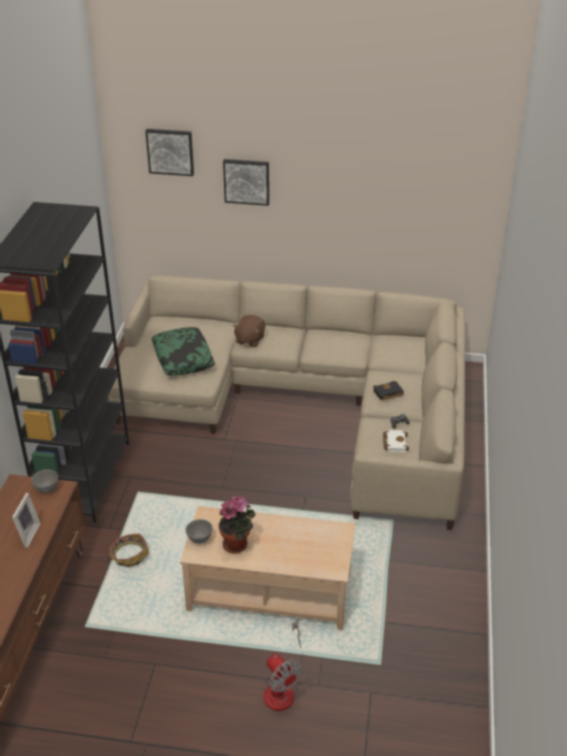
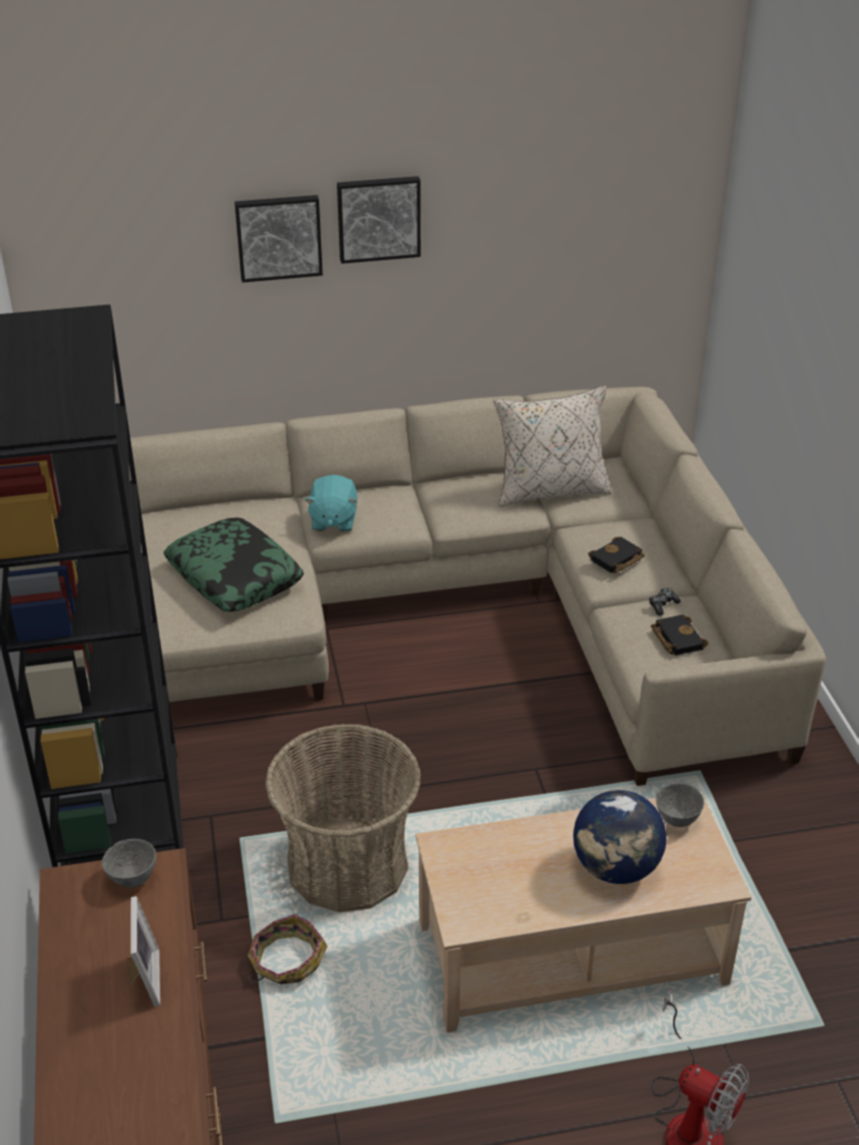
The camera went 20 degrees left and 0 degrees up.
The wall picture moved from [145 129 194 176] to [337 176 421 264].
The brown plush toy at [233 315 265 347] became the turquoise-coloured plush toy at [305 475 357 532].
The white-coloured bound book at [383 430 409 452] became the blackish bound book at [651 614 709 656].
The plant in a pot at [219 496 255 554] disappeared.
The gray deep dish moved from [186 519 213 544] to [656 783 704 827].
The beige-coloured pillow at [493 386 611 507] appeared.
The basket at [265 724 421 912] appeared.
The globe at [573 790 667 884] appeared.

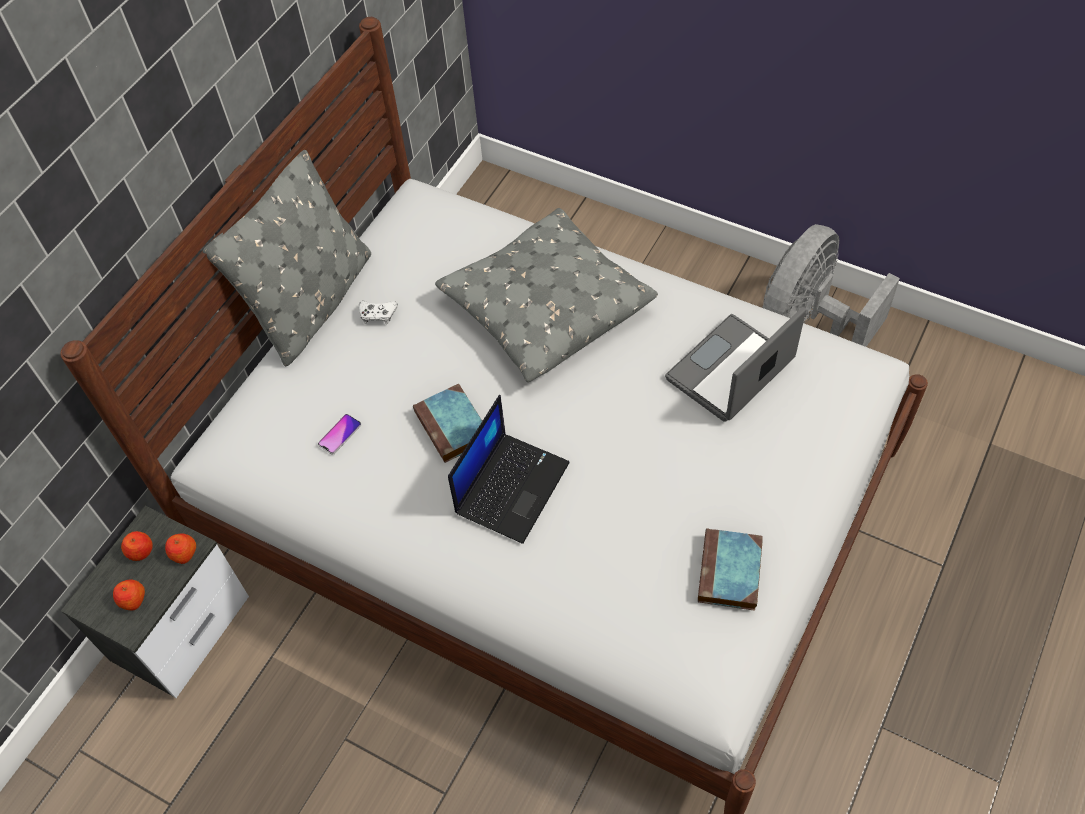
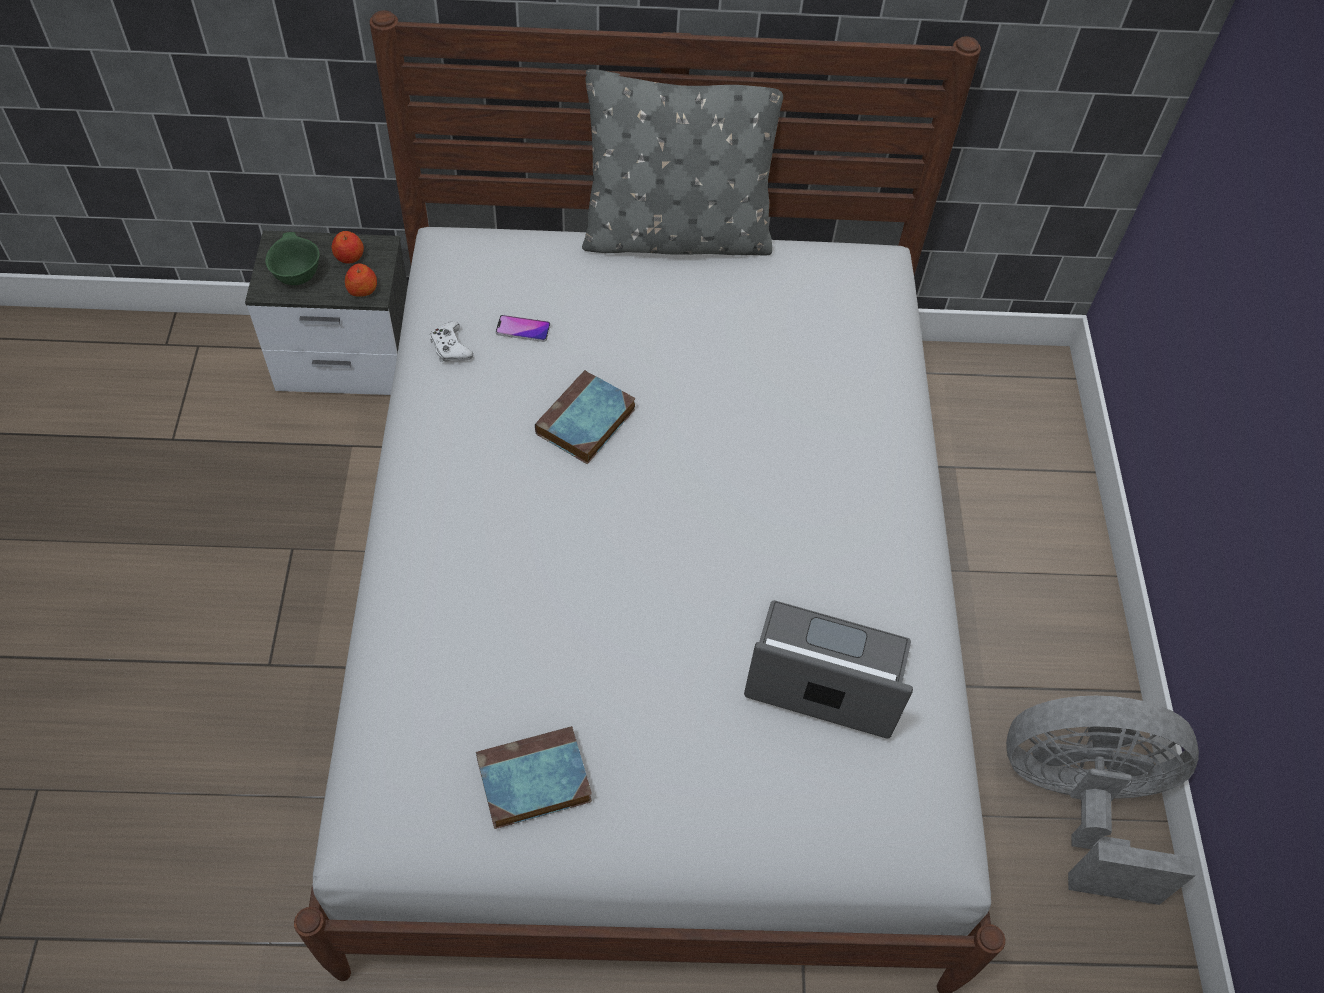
The camera went 55 degrees right and 0 degrees up.
The gray pillow at [435 208 658 382] disappeared.
The white-coloured joypad moved from [359 301 398 324] to [430 322 473 362].
The notebook computer at [448 395 570 544] disappeared.
The whole apple at [113 580 145 610] was replaced by the green-coloured deep dish at [265 232 320 285].

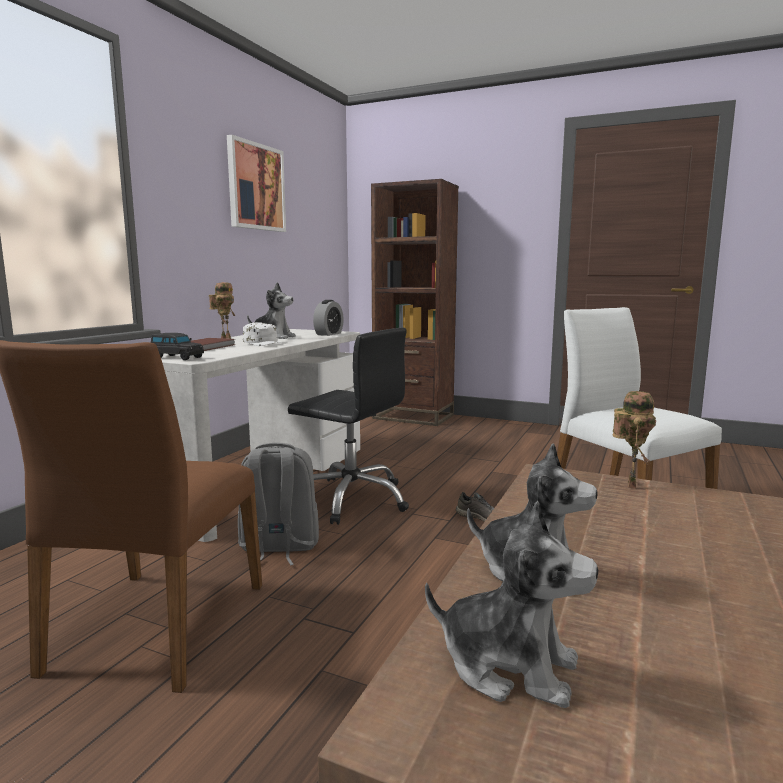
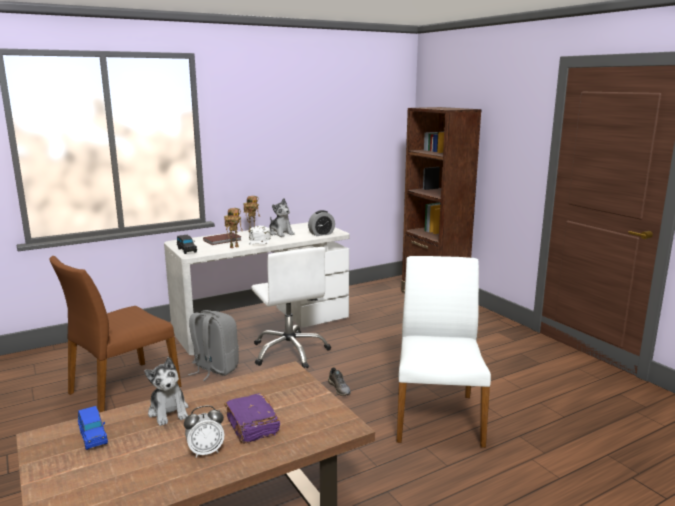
The camera went 35 degrees right and 5 degrees up.
The wall picture at [227 135 286 232] disappeared.
The blackish office chair at [288 328 409 525] became the white-coloured office chair at [251 247 331 369].
The toy robot moved from [613 391 656 489] to [224 208 243 248].
The plush toy at [425 501 598 708] was replaced by the blue-coloured model car at [78 406 108 450].
The purple-coloured bound book at [224 393 280 443] appeared.
The alarm clock at [184 405 224 458] appeared.

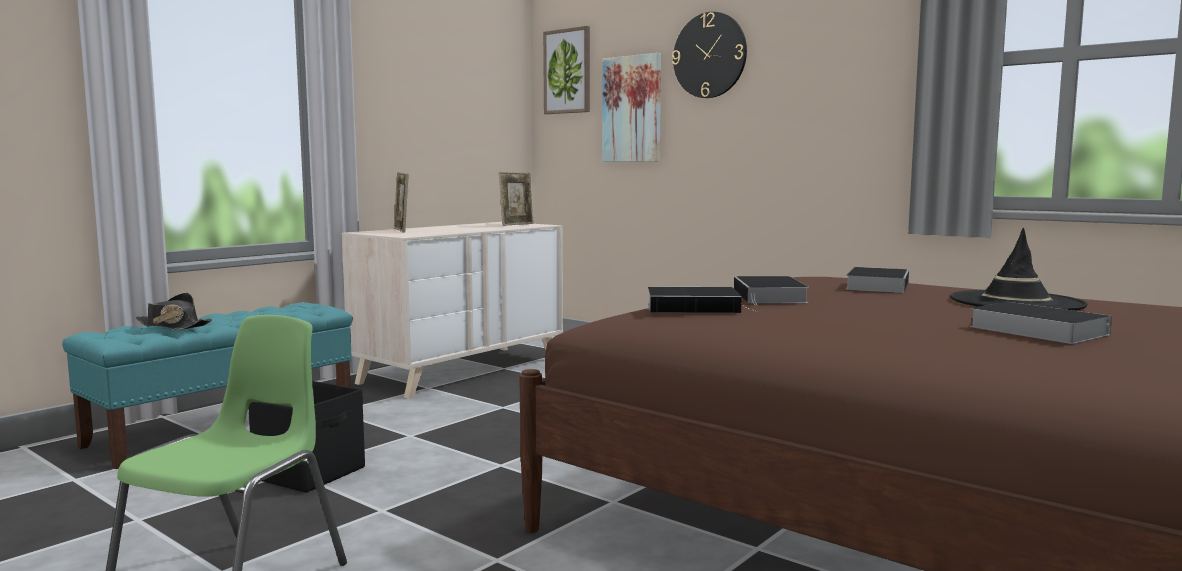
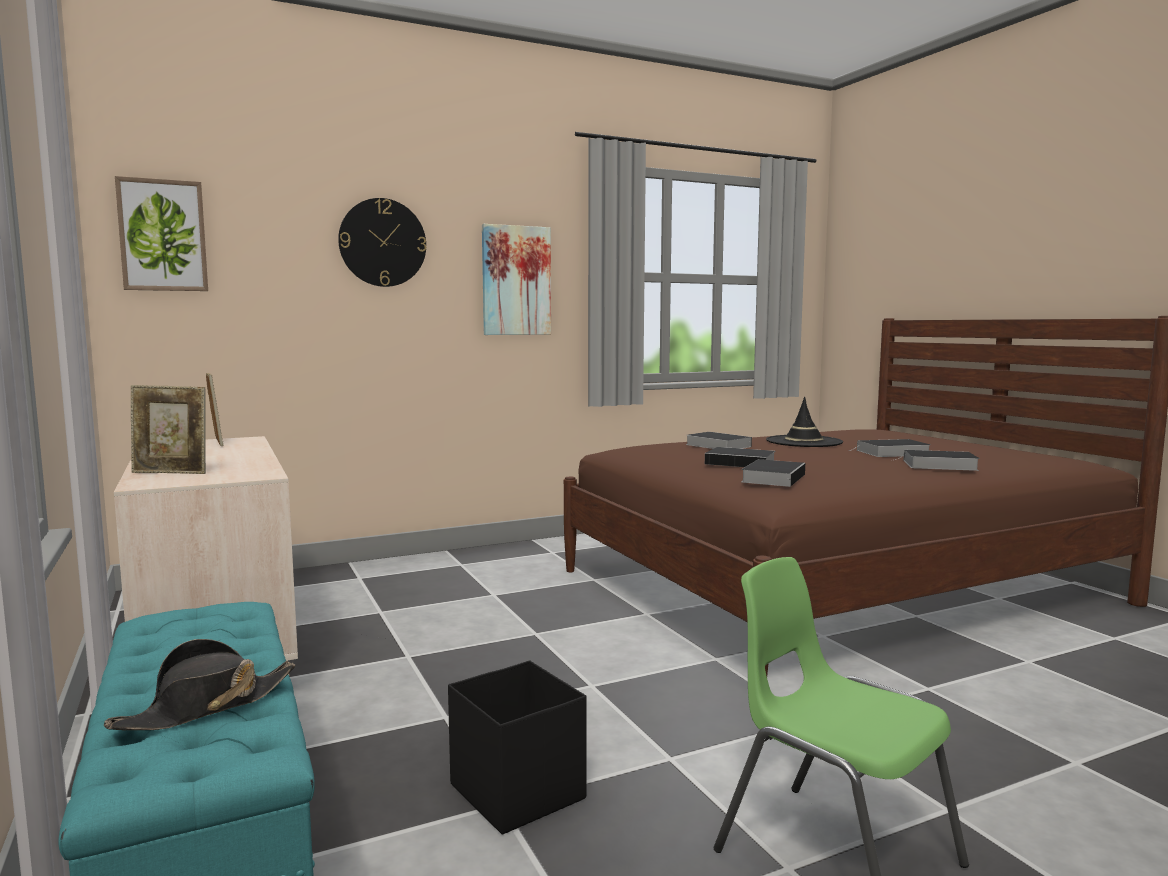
The camera went 65 degrees left and 0 degrees up.
The wall picture moved from [602 53 661 162] to [482 224 551 335].
The bound book at [895 450 980 471] appeared.

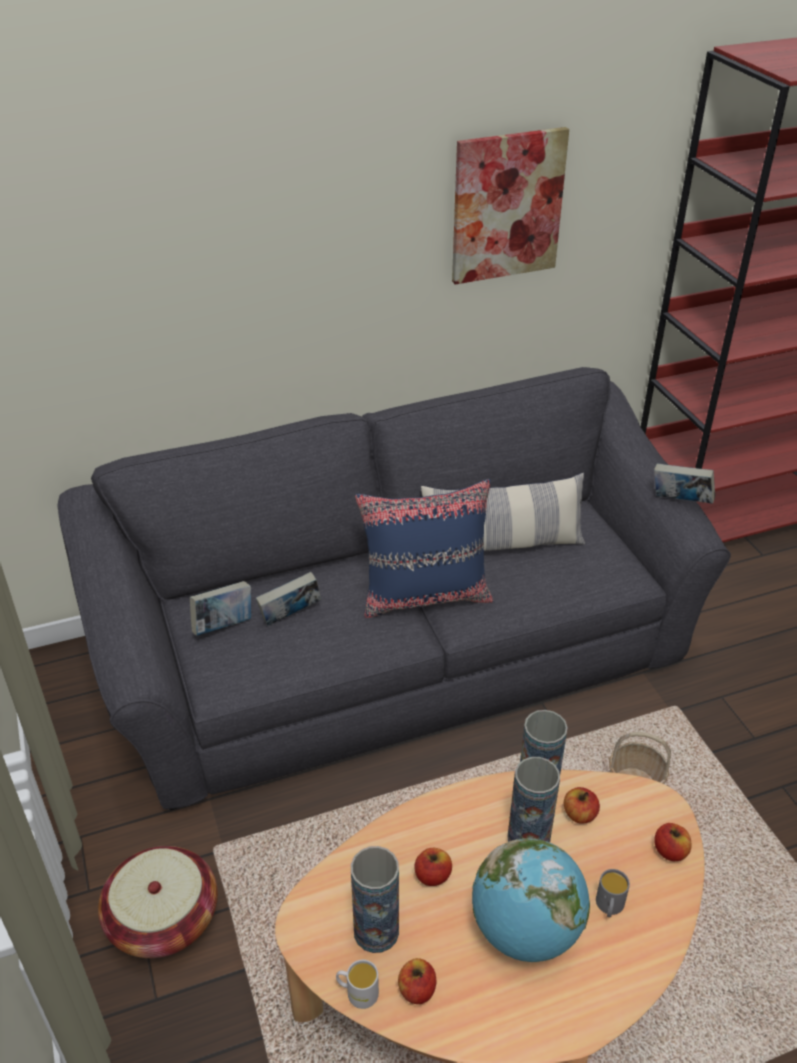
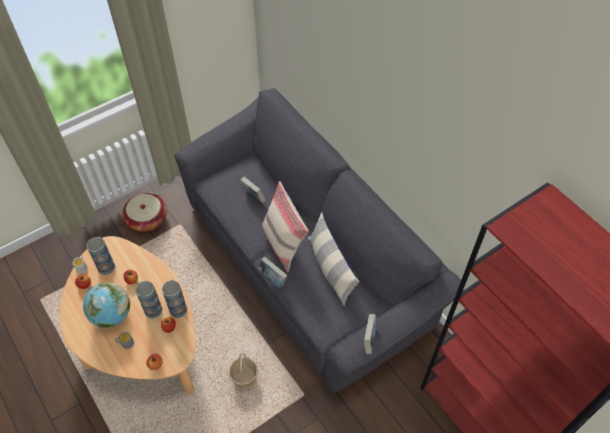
The camera went 75 degrees right and 15 degrees up.
The wall picture at [452 127 569 284] disappeared.
The blue-coloured pillow at [355 479 493 618] became the beige-coloured pillow at [262 181 309 272].
The bound book moved from [190 581 251 636] to [257 257 287 288].

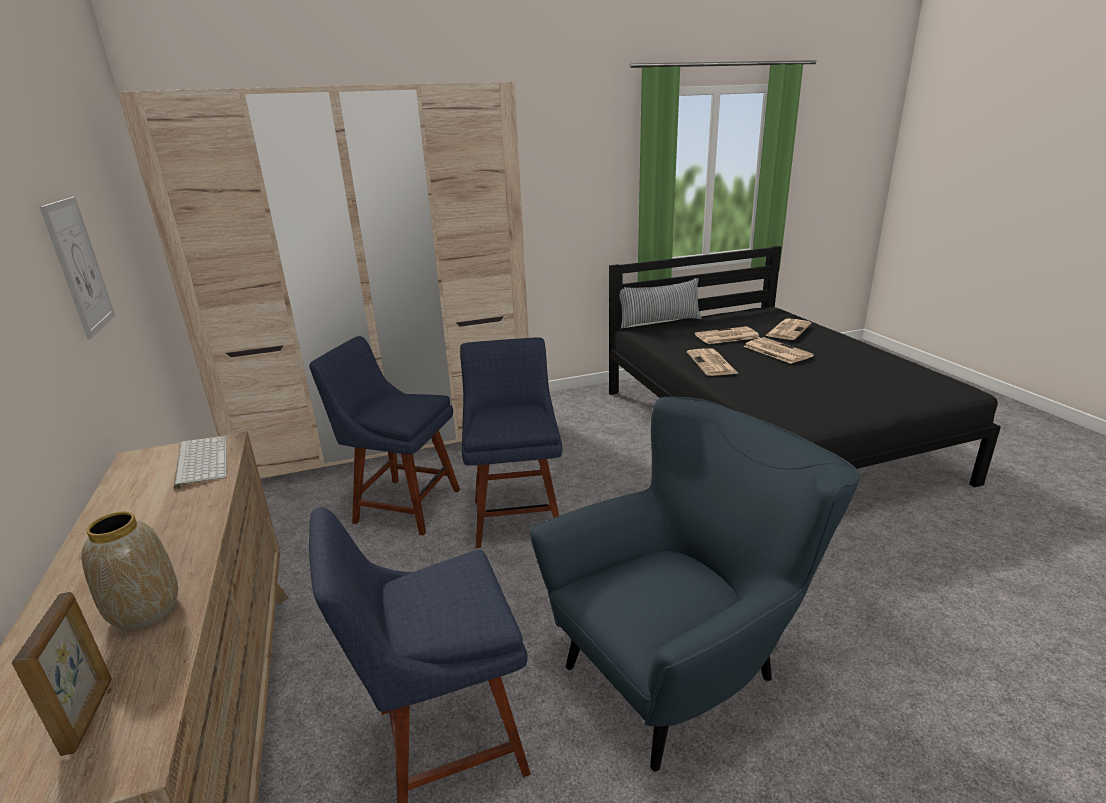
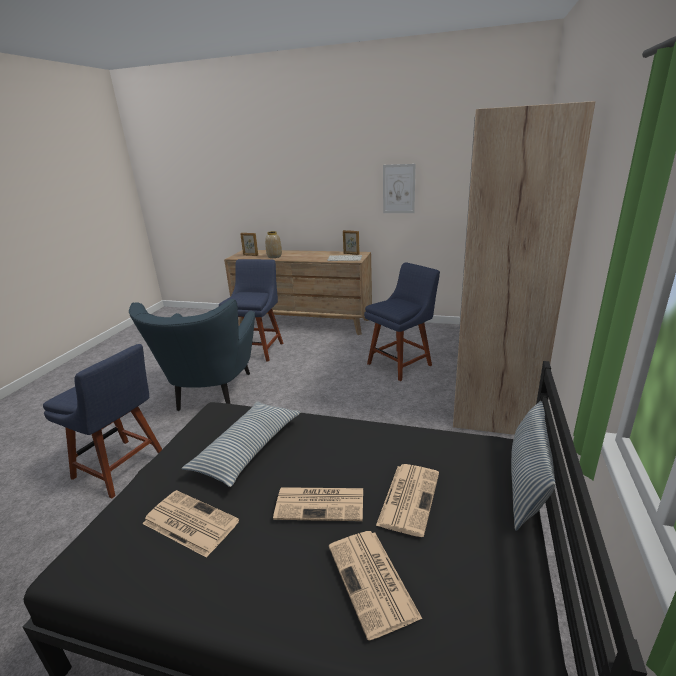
The camera went 125 degrees right and 0 degrees up.
The blue-coloured chair moved from [460 337 562 548] to [43 344 162 499].
The printed paper moved from [687 348 739 376] to [142 490 239 558].
The photo frame at [343 230 359 255] appeared.
The pillow at [181 401 301 487] appeared.

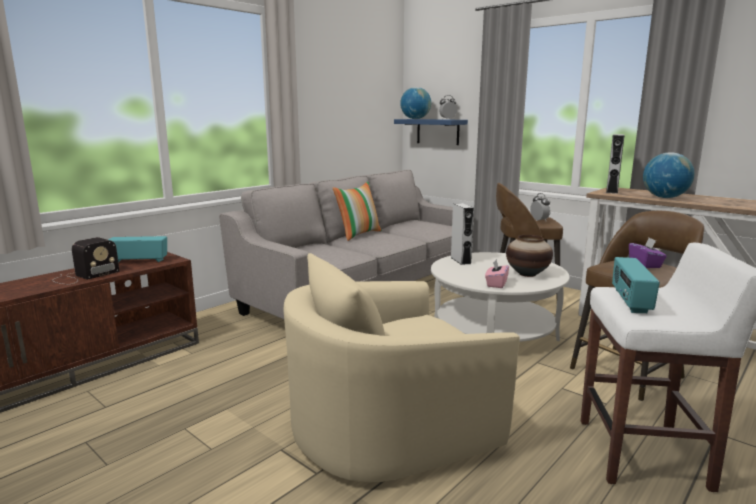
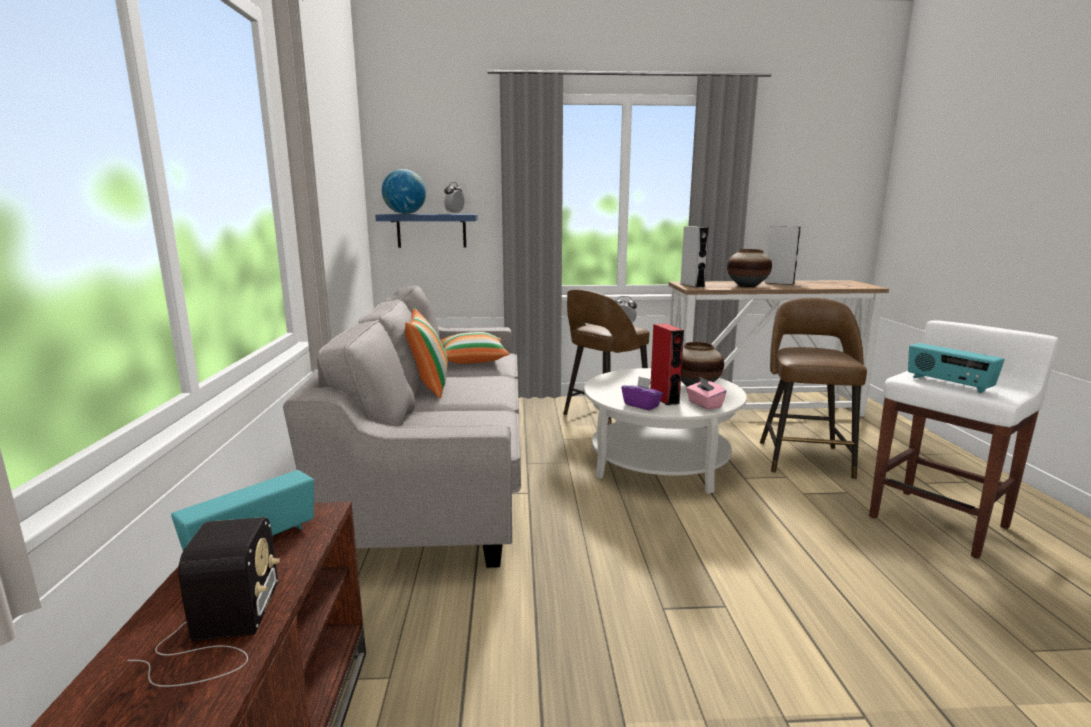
The camera went 45 degrees left and 0 degrees up.
The globe at [643 152 695 198] was replaced by the vase at [727 249 772 288].
The gray audio speaker moved from [451 203 474 265] to [765 226 800 285].
The purple-coloured box of tissues moved from [629 238 667 268] to [622 376 663 410].
The beige-coloured lounge chair at [283 253 520 482] disappeared.
The reddish audio speaker at [650 323 684 405] appeared.
The pillow at [440 332 510 364] appeared.

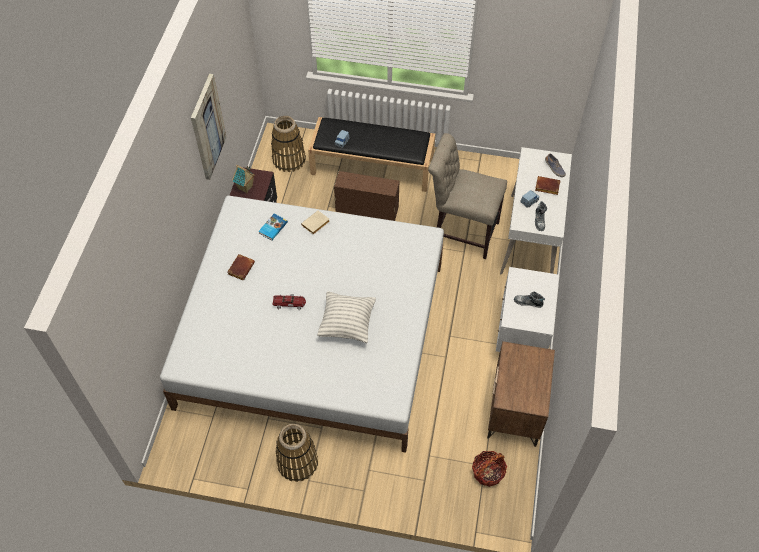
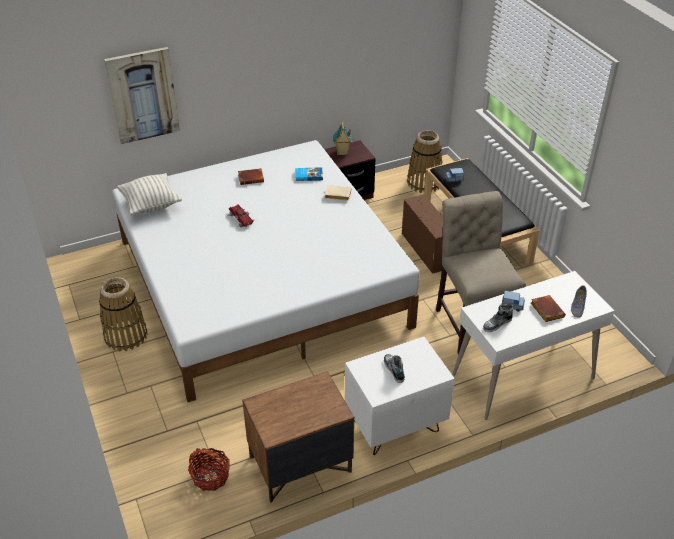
The camera went 55 degrees right and 15 degrees down.
The wall picture moved from [191 74 226 180] to [104 47 180 144].
The pillow moved from [317 291 376 343] to [117 173 182 215].

